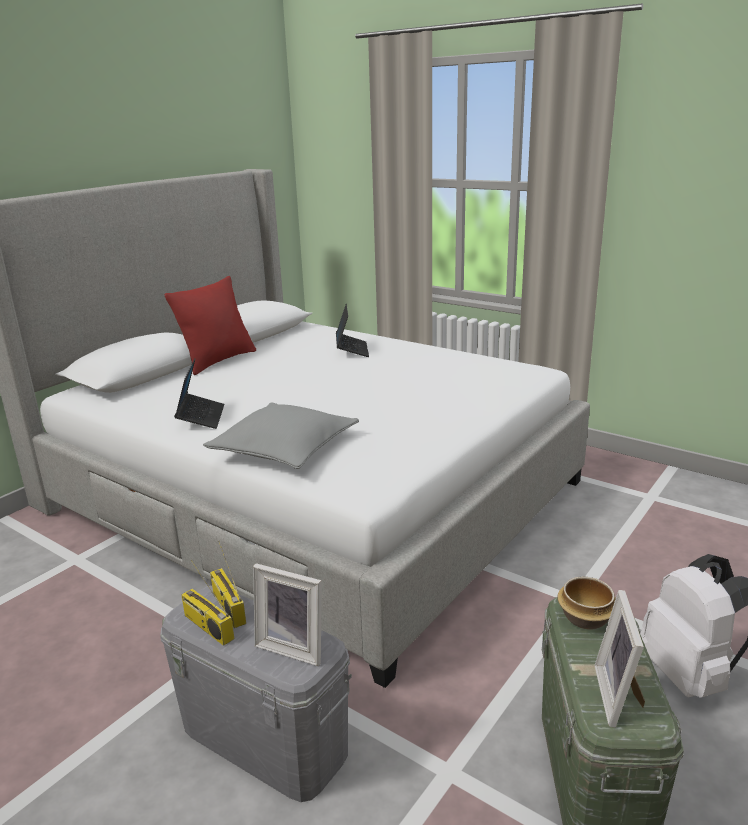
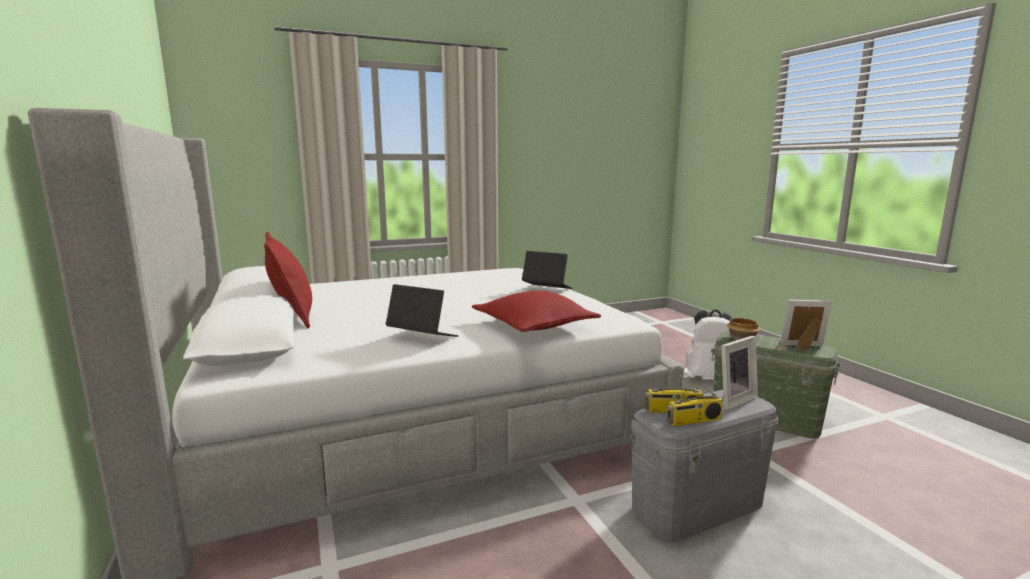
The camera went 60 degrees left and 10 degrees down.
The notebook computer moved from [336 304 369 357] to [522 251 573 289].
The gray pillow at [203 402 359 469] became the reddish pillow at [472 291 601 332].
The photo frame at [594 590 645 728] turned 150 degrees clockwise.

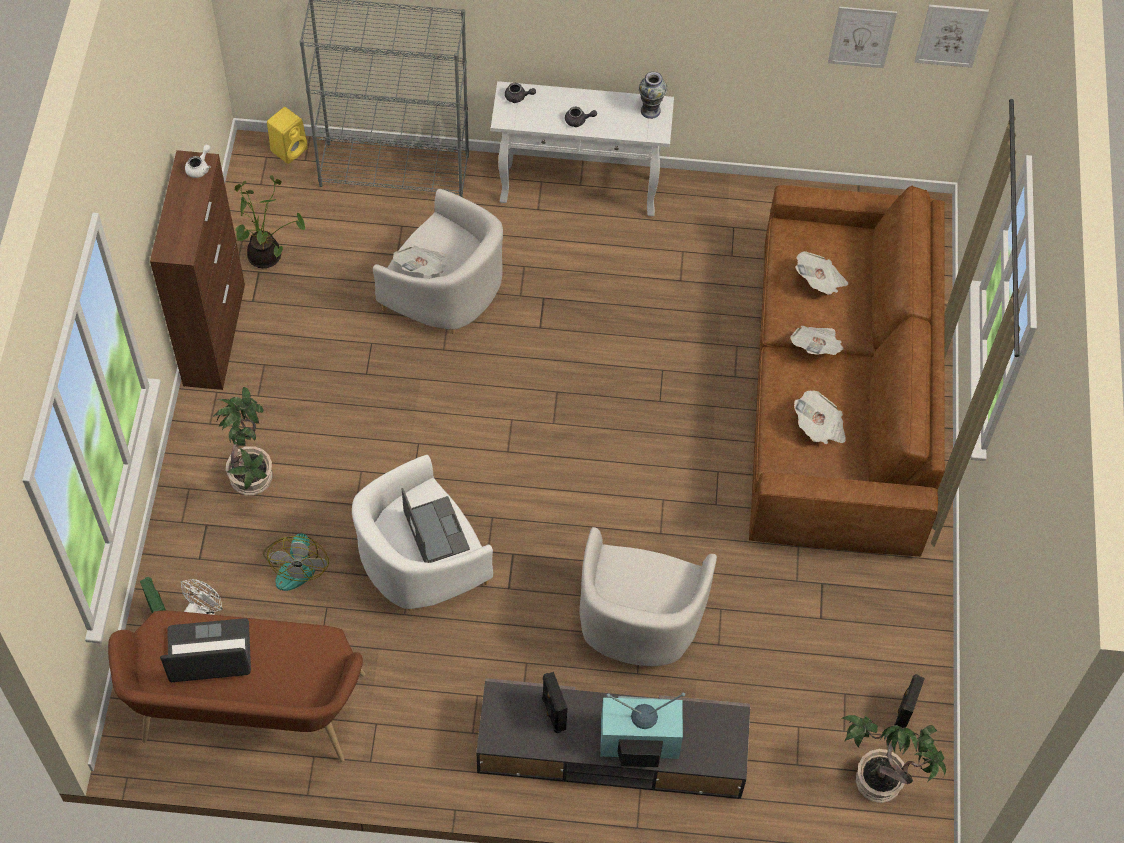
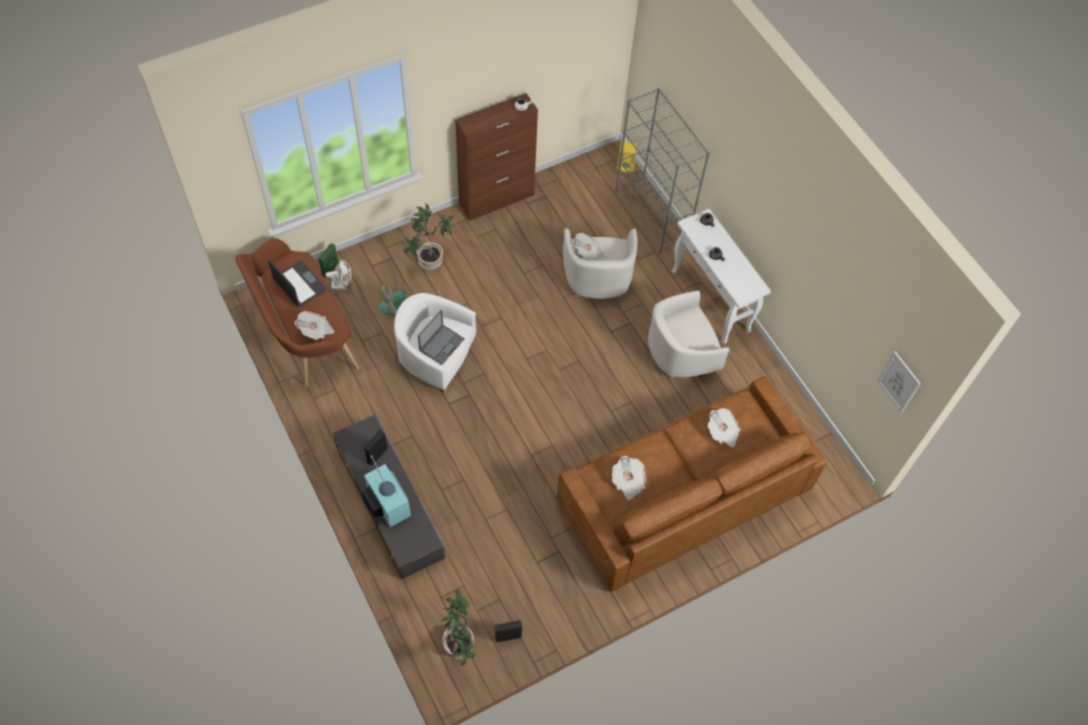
The camera went 55 degrees right and 0 degrees up.
The wall picture at [828 7 897 68] disappeared.
The vase at [639 72 667 119] disappeared.
The plant in a pot at [234 175 306 268] disappeared.
The printed paper moved from [790 326 844 355] to [294 311 334 340].
The white-coloured lounge chair moved from [580 527 717 666] to [648 291 729 379].

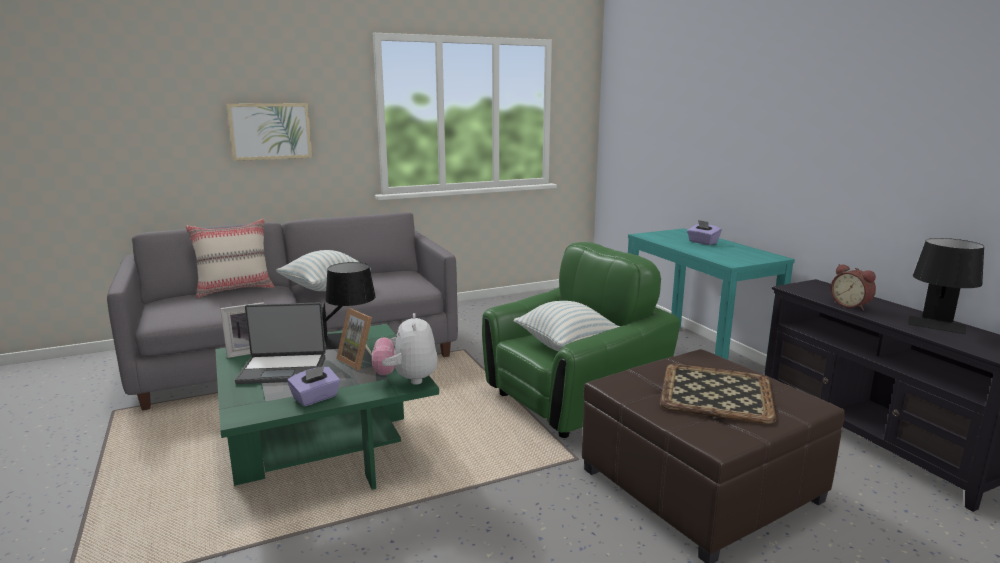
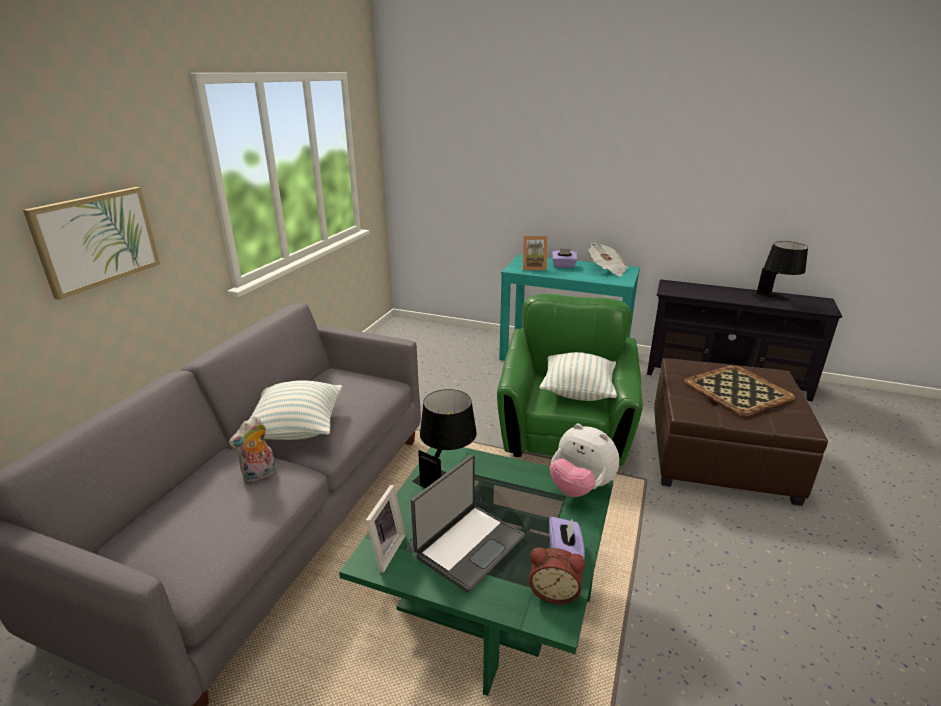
The camera went 45 degrees left and 10 degrees up.
The beige-coloured pillow at [185 219 274 298] disappeared.
The alarm clock moved from [831 264 876 310] to [529 547 586 604].
The photo frame moved from [336 308 372 370] to [523 236 547 270].
The printed paper at [588 243 628 276] appeared.
The plush toy at [229 416 276 483] appeared.

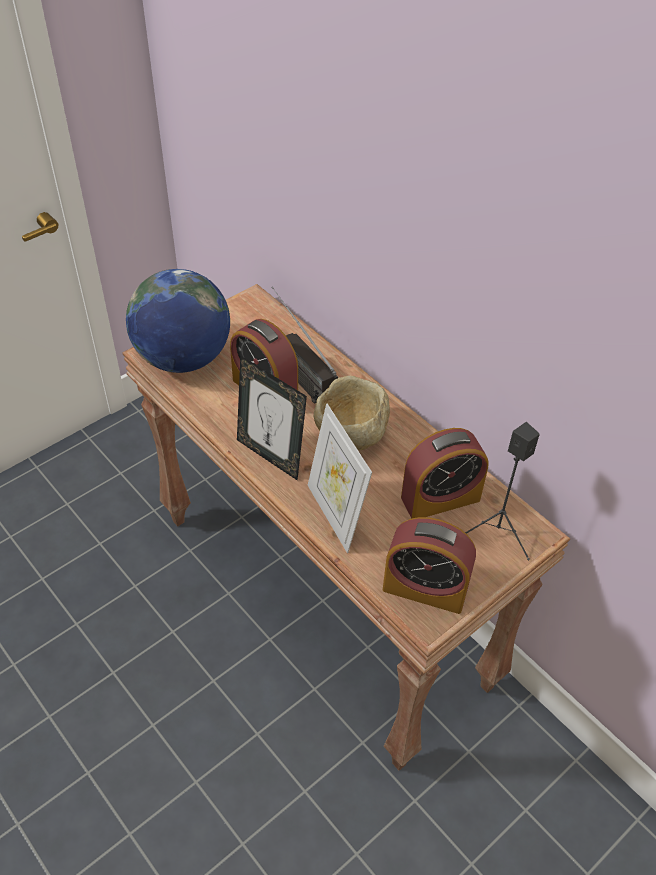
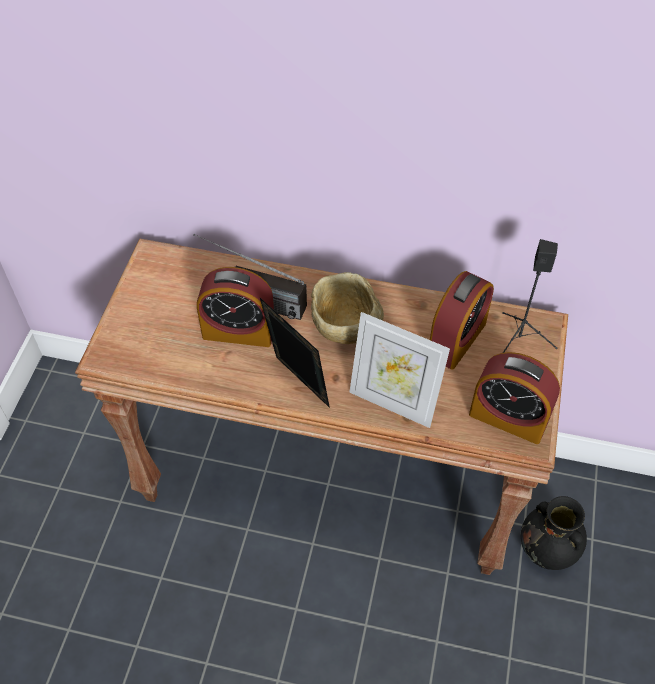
The camera went 35 degrees left and 5 degrees up.
The globe at [126 269 230 373] disappeared.
The photo frame at [237 355 307 480] turned 135 degrees counterclockwise.
The alarm clock at [383 517 476 614] turned 45 degrees clockwise.
The blackish vase at [521 496 587 570] appeared.

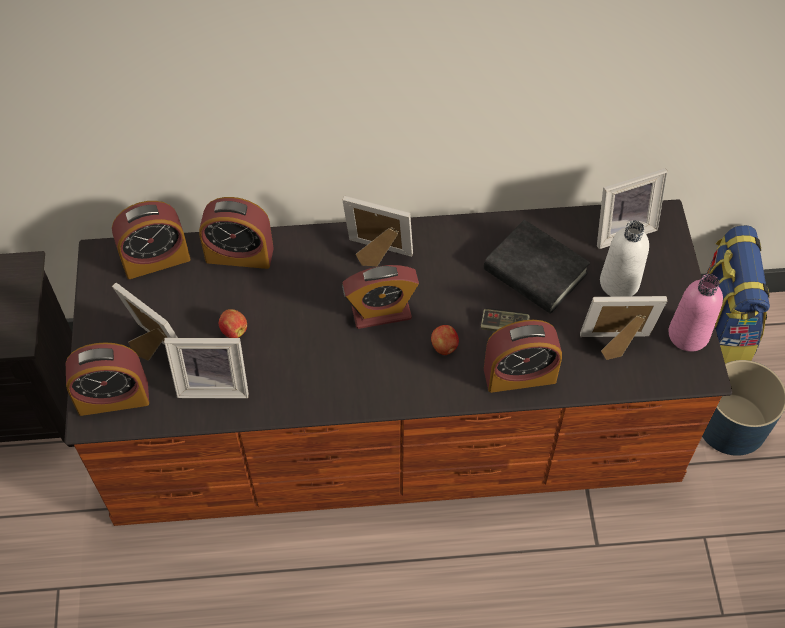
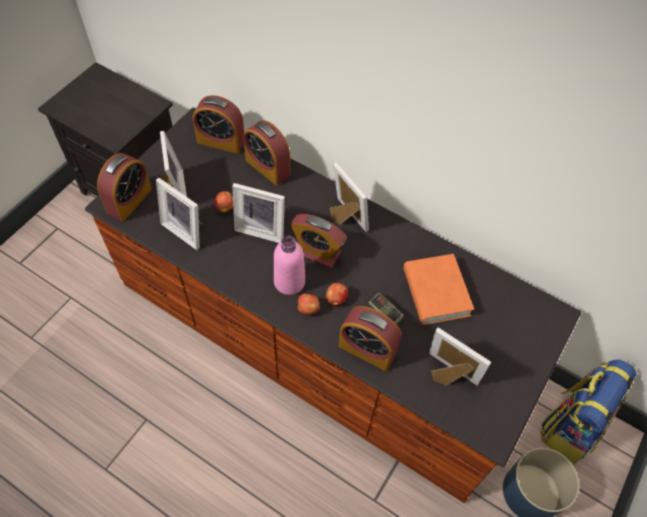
The camera went 35 degrees right and 0 degrees up.
The photo frame moved from [597 168 667 249] to [232 183 285 243].
The blackish bound book at [484 220 590 314] became the orange bound book at [403 254 474 325].
The white-coloured beverage bottle at [600 220 649 297] disappeared.
The pinkish beverage bottle moved from [668 274 723 352] to [274 236 305 295].
The alarm clock at [66 342 149 416] turned 90 degrees counterclockwise.
The whole apple at [298 294 320 315] appeared.

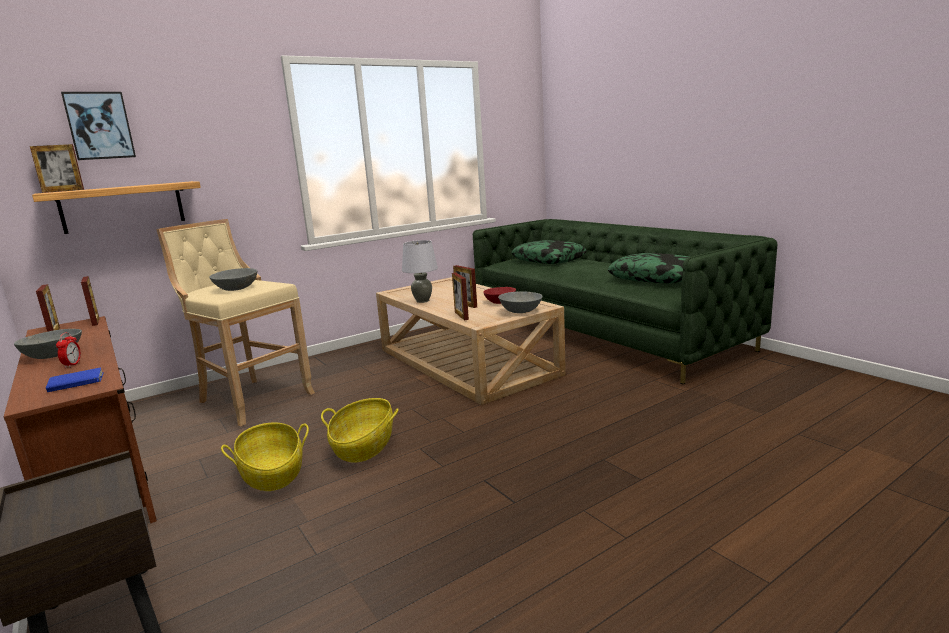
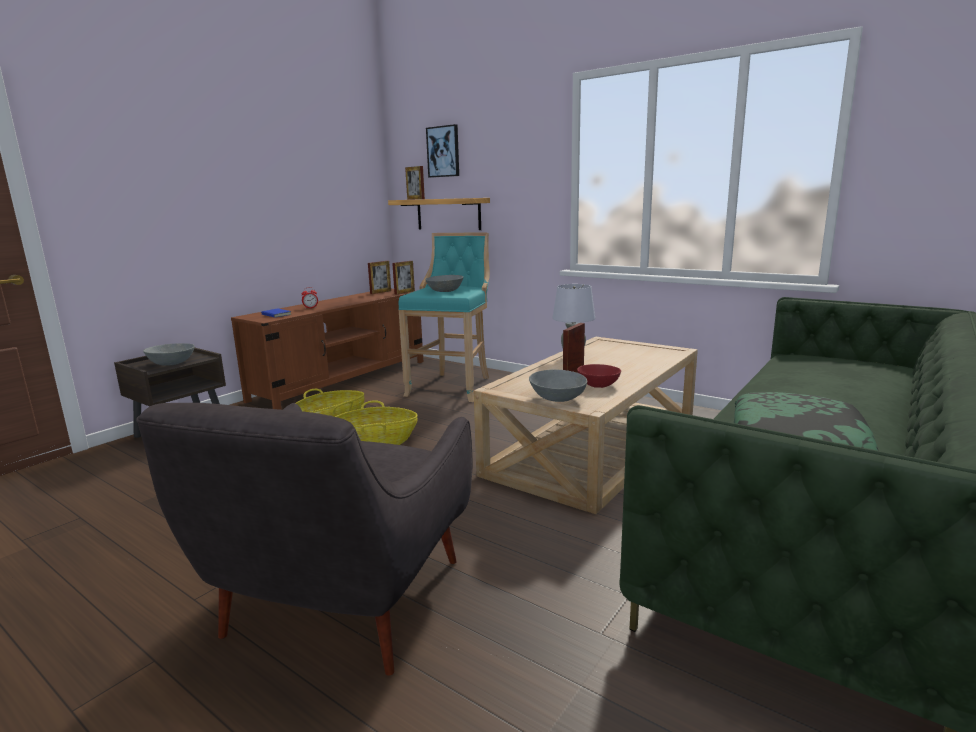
The camera went 70 degrees right and 0 degrees up.
The beige-coloured stool seat at [156 219 315 426] became the turquoise-coloured stool seat at [398 232 490 402].
The pillow at [511 240 587 264] disappeared.
The photo frame at [452 273 469 321] disappeared.
The gray deep dish moved from [14 329 82 359] to [143 343 195 366].
The gray lounge chair at [136 403 473 676] appeared.

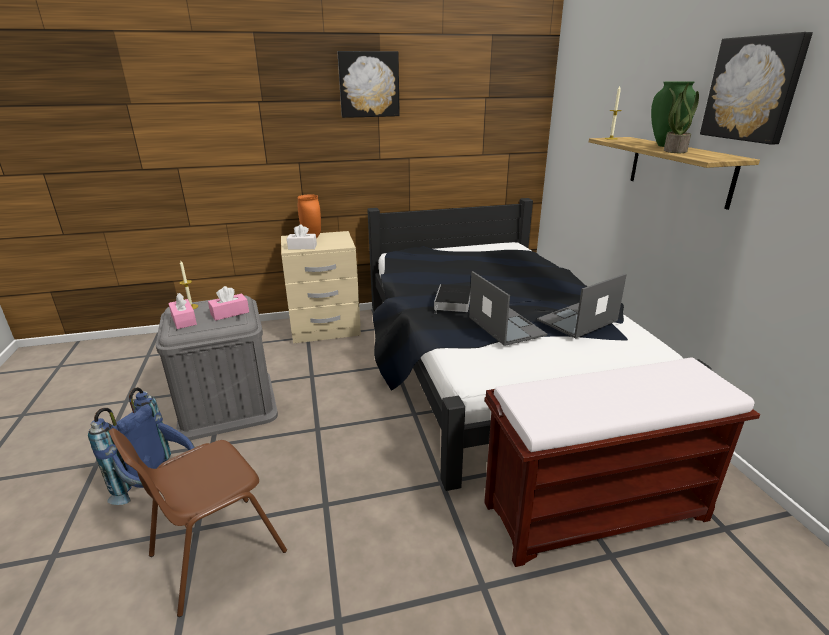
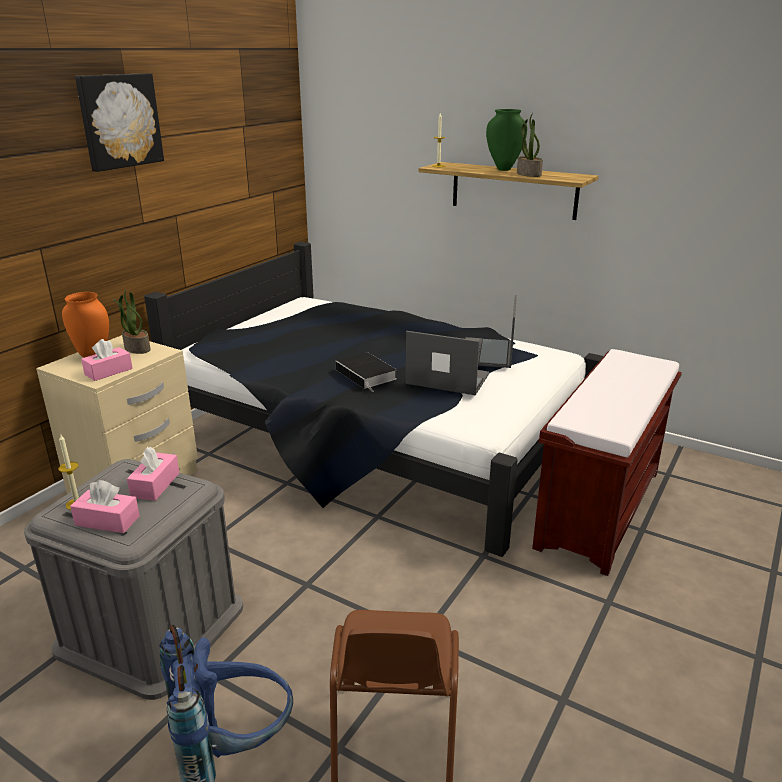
The camera went 45 degrees left and 0 degrees up.
The wall picture at [700 32 813 145] disappeared.
The white-coloured box of tissues at [287 225 317 250] became the pinkish box of tissues at [81 339 133 381].
The plant in a pot at [113 290 151 354] appeared.

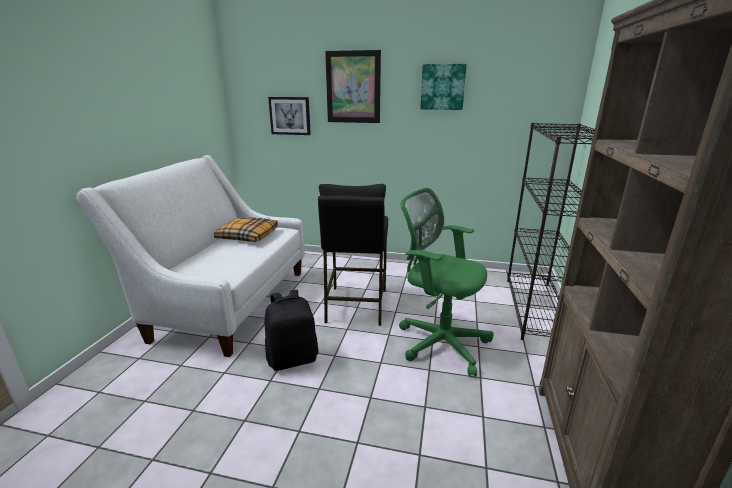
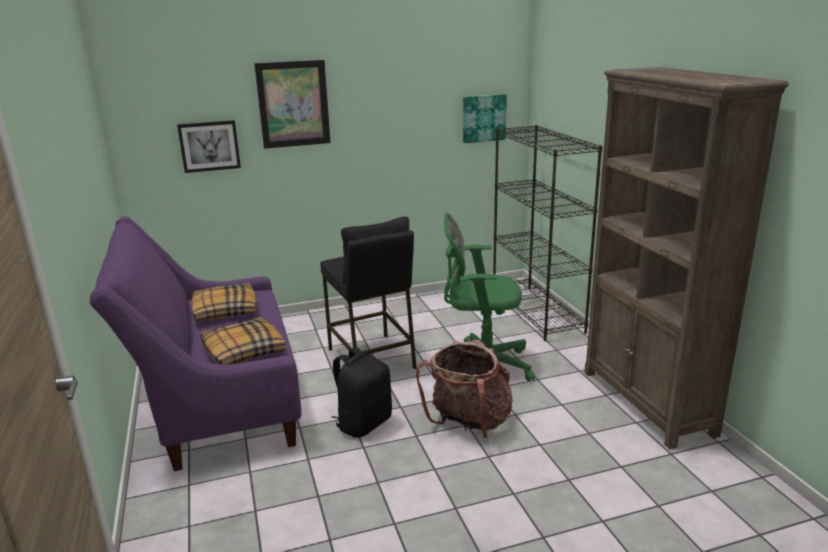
The camera went 30 degrees left and 0 degrees up.
The wall picture moved from [420 64 467 110] to [463 94 507 143].
The white-coloured couch at [76 155 305 357] became the purple-coloured couch at [90 217 301 471].
The pillow at [201 317 286 364] appeared.
The knapsack at [416 339 513 439] appeared.

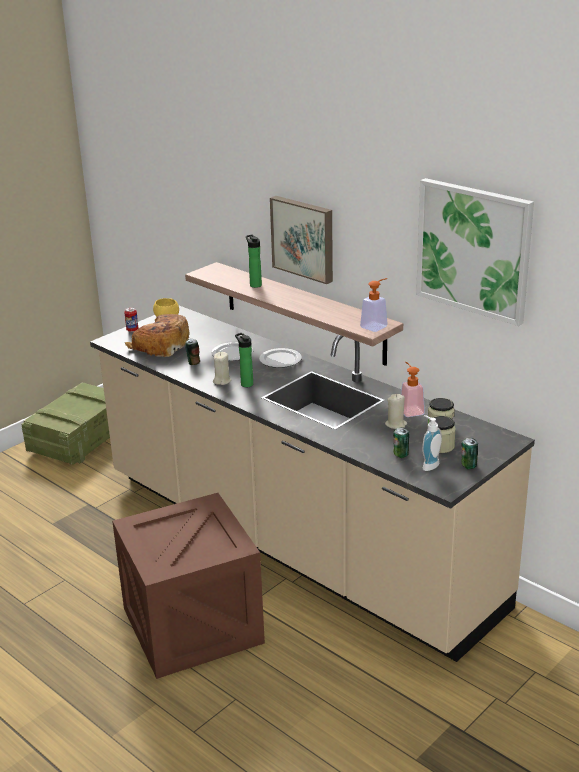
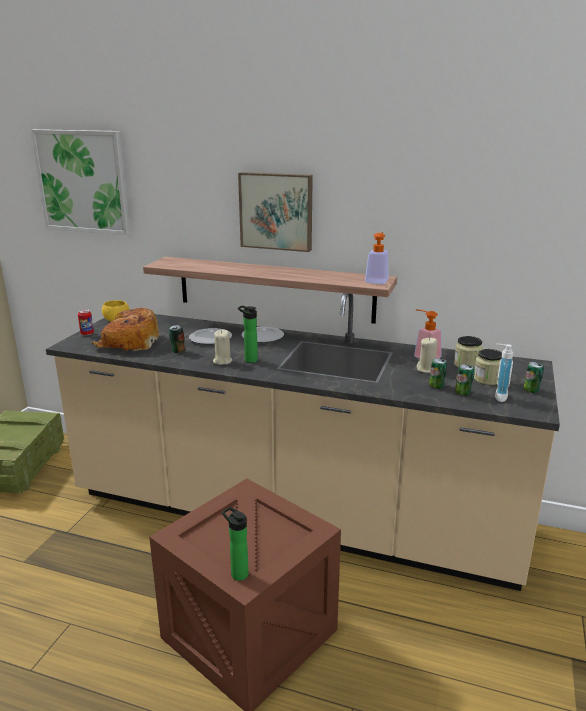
The camera went 25 degrees left and 5 degrees down.
The wall picture moved from [416 178 534 326] to [30 129 131 235].
The beverage bottle moved from [246 235 262 288] to [222 507 249 581].
The metal can at [429 358 447 389] appeared.

